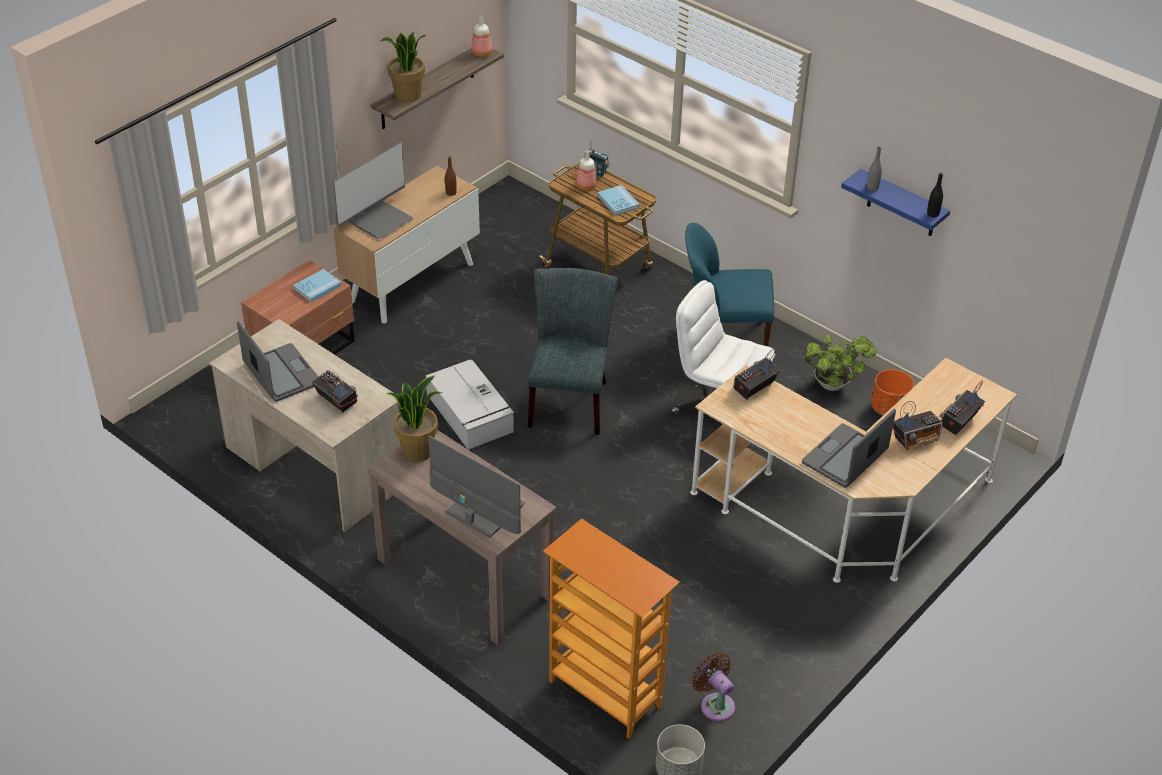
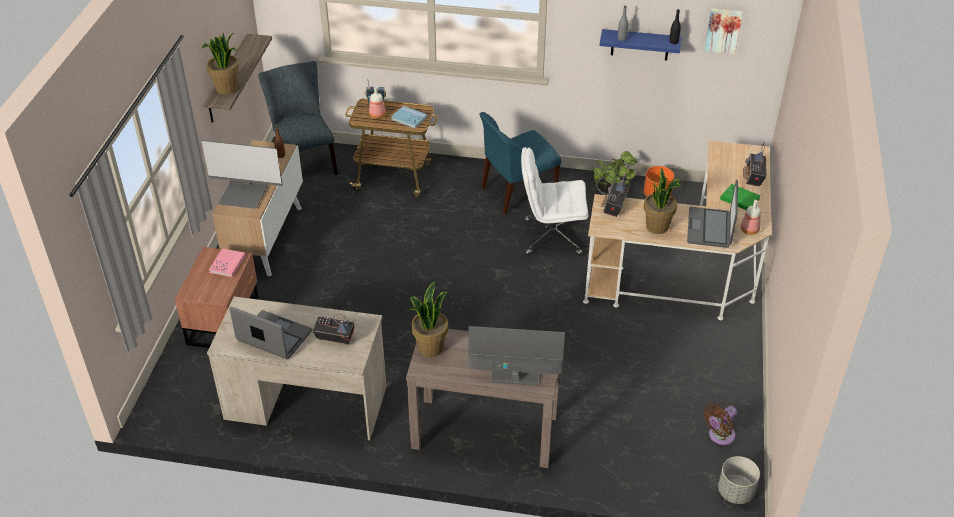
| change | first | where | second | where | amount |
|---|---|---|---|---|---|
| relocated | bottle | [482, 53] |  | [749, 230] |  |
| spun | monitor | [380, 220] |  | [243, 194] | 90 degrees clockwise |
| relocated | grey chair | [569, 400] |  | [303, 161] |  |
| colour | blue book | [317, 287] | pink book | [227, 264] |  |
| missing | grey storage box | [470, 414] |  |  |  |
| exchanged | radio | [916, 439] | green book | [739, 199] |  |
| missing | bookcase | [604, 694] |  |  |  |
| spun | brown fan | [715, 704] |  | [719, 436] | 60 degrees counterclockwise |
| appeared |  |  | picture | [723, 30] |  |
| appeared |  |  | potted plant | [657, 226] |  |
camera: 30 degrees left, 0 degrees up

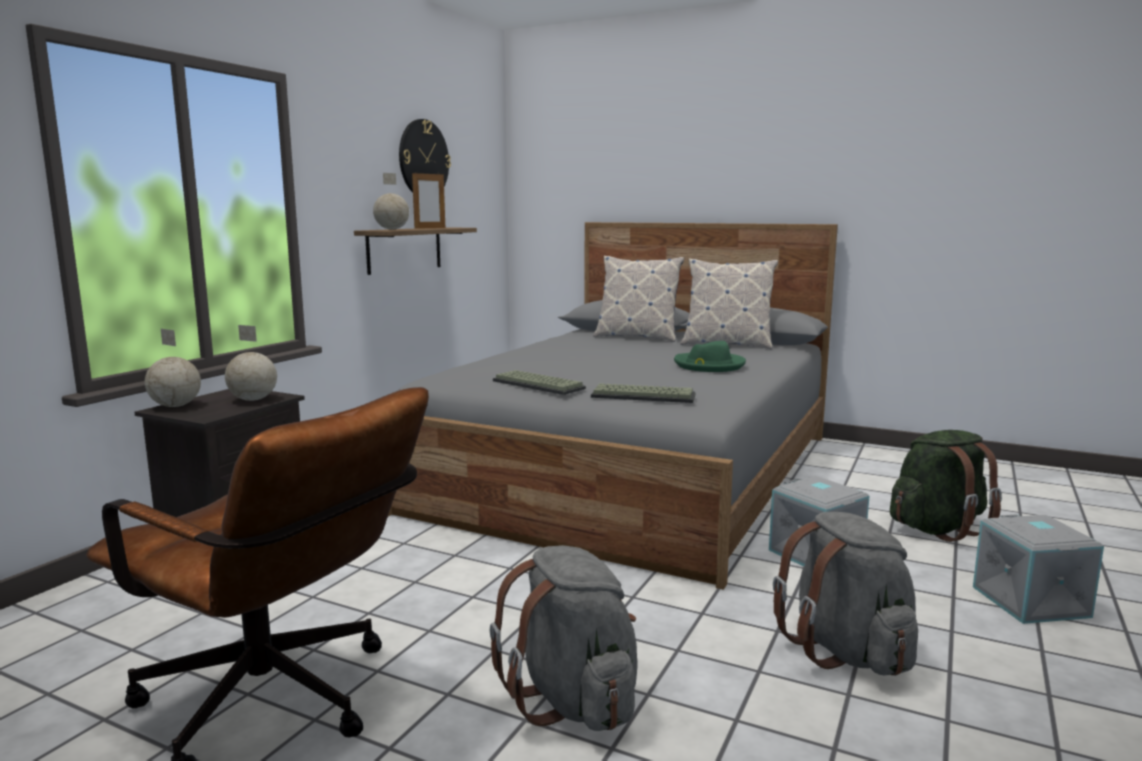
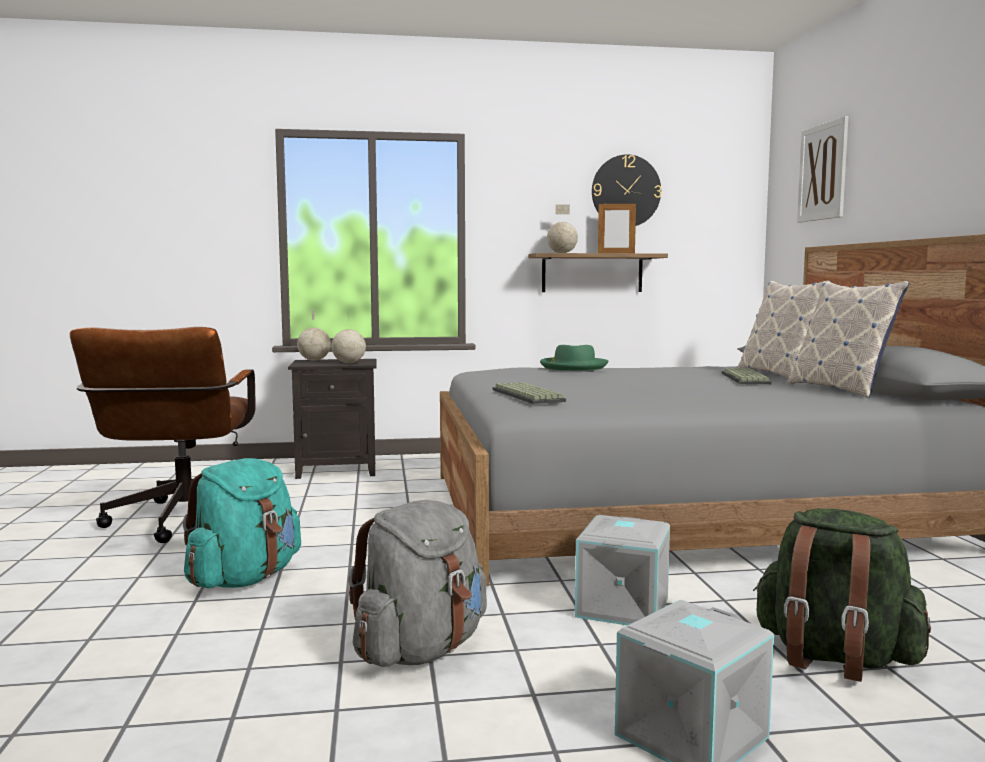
| change | first | where | second | where | amount |
|---|---|---|---|---|---|
| relocated | green hat | [709, 365] |  | [573, 367] |  |
| relocated | keyboard | [540, 384] |  | [746, 378] |  |
| colour | grey backpack | [573, 700] | turquoise backpack | [244, 579] |  |
| appeared |  |  | picture | [823, 172] |  |
camera: 55 degrees right, 5 degrees down

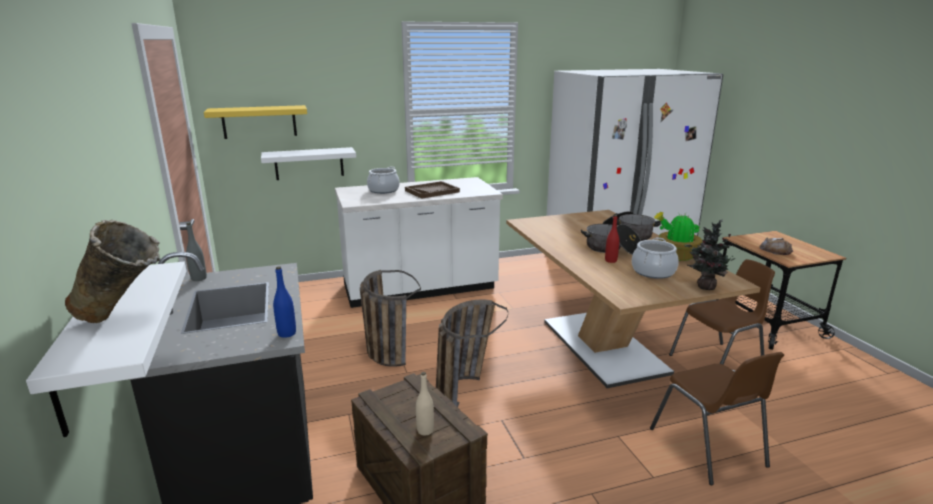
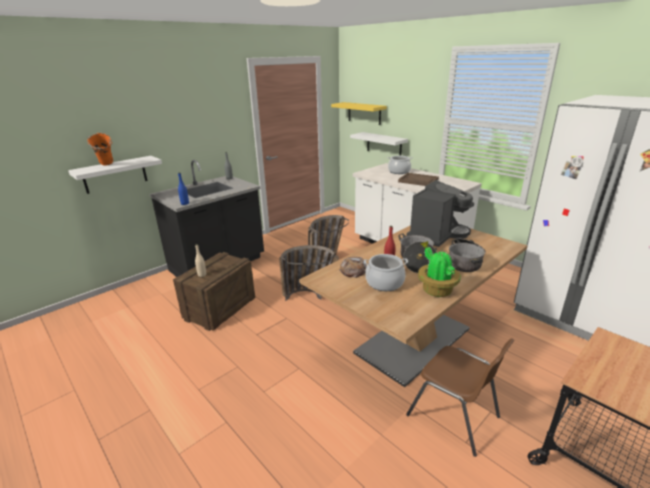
| change | first | where | second | where | amount |
|---|---|---|---|---|---|
| colour | beige vase | [125, 319] | orange vase | [107, 166] |  |
| missing | potted plant | [704, 287] |  |  |  |
| relocated | bread | [775, 250] |  | [353, 270] |  |
| missing | brown chair | [708, 448] |  |  |  |
| appeared |  |  | coffee machine | [437, 234] |  |
camera: 65 degrees right, 5 degrees up

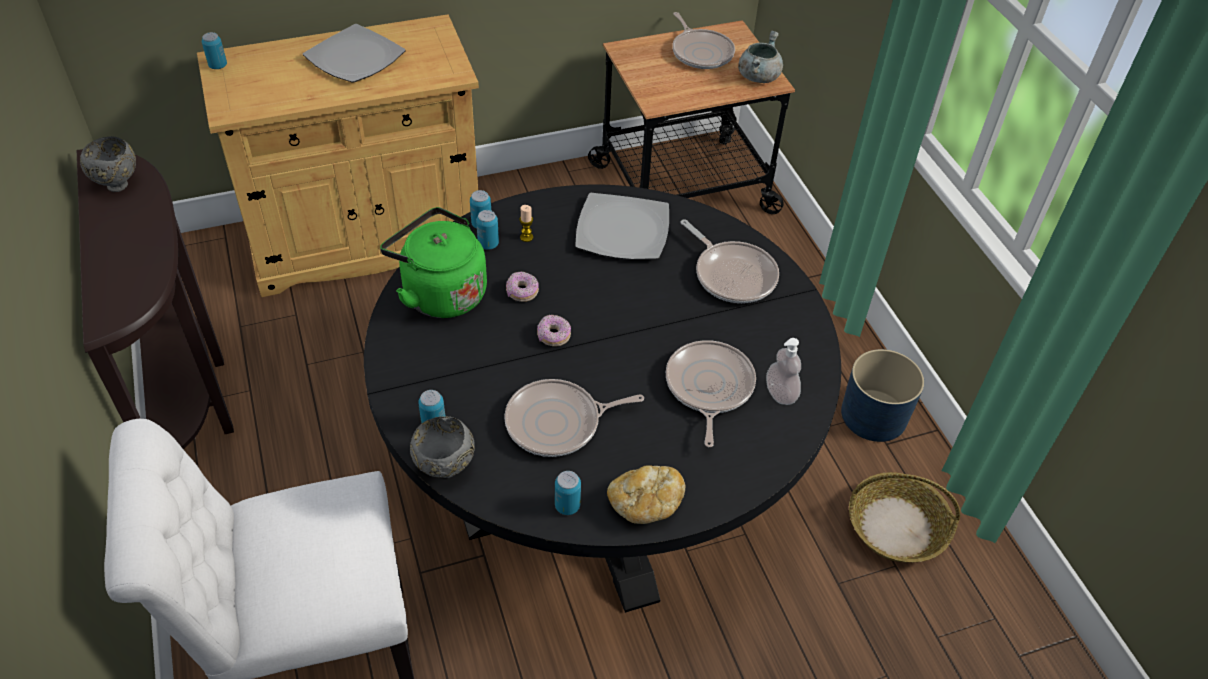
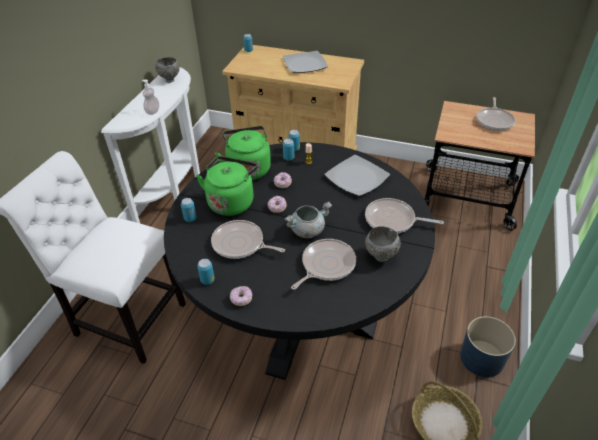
| change | first | where | second | where | amount |
|---|---|---|---|---|---|
| relocated | grey cooking pot | [758, 76] |  | [307, 230] |  |
| colour | brown console table | [191, 401] | white console table | [176, 191] |  |
| spun | frying pan | [732, 274] |  | [393, 220] | 105 degrees clockwise |
| relocated | soap dispenser | [780, 393] |  | [153, 111] |  |
| relocated | grey bowl | [444, 469] |  | [380, 257] |  |
| exchanged | bread | [645, 504] | donut | [241, 299] |  |
| appeared |  |  | green kettle | [231, 201] |  |
camera: 40 degrees right, 5 degrees down

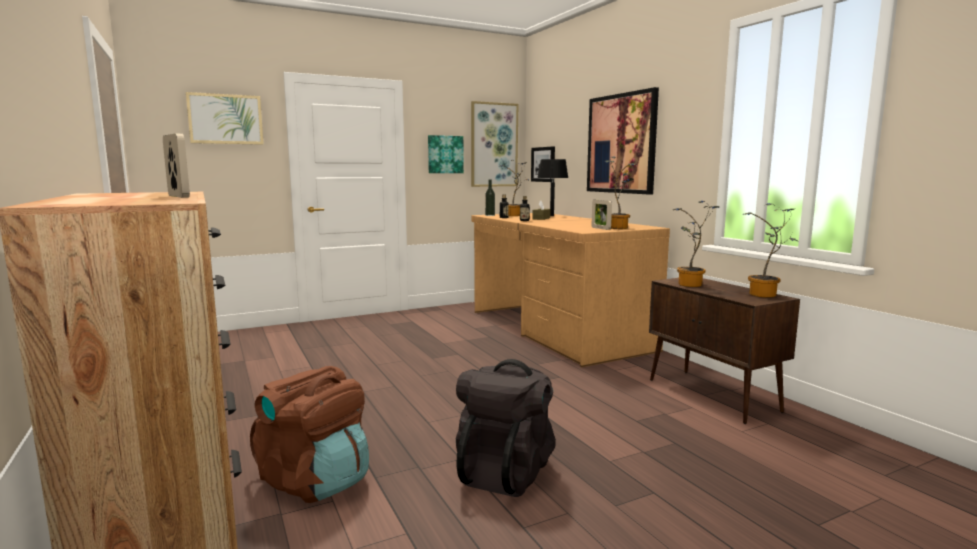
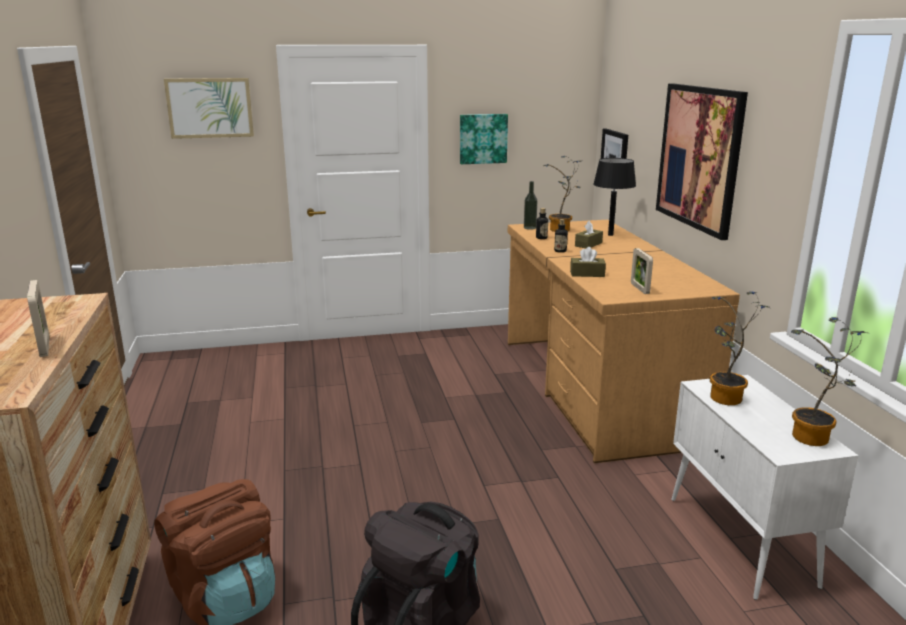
| change | first | where | second | where | amount |
|---|---|---|---|---|---|
| missing | picture | [493, 145] |  |  |  |
| missing | potted plant | [619, 227] |  |  |  |
| colour | brown cabinet | [713, 396] | white cabinet | [741, 541] |  |
| appeared |  |  | brown tissue box | [587, 274] |  |
camera: 15 degrees right, 10 degrees up

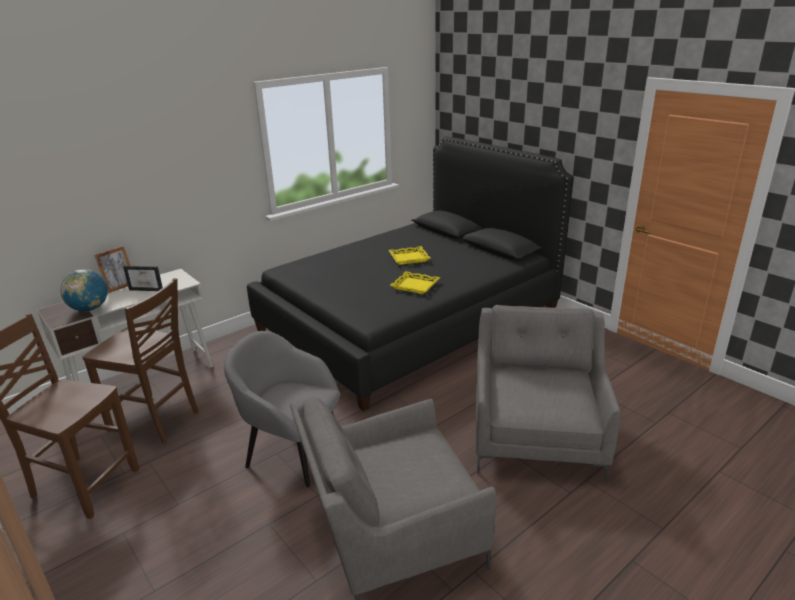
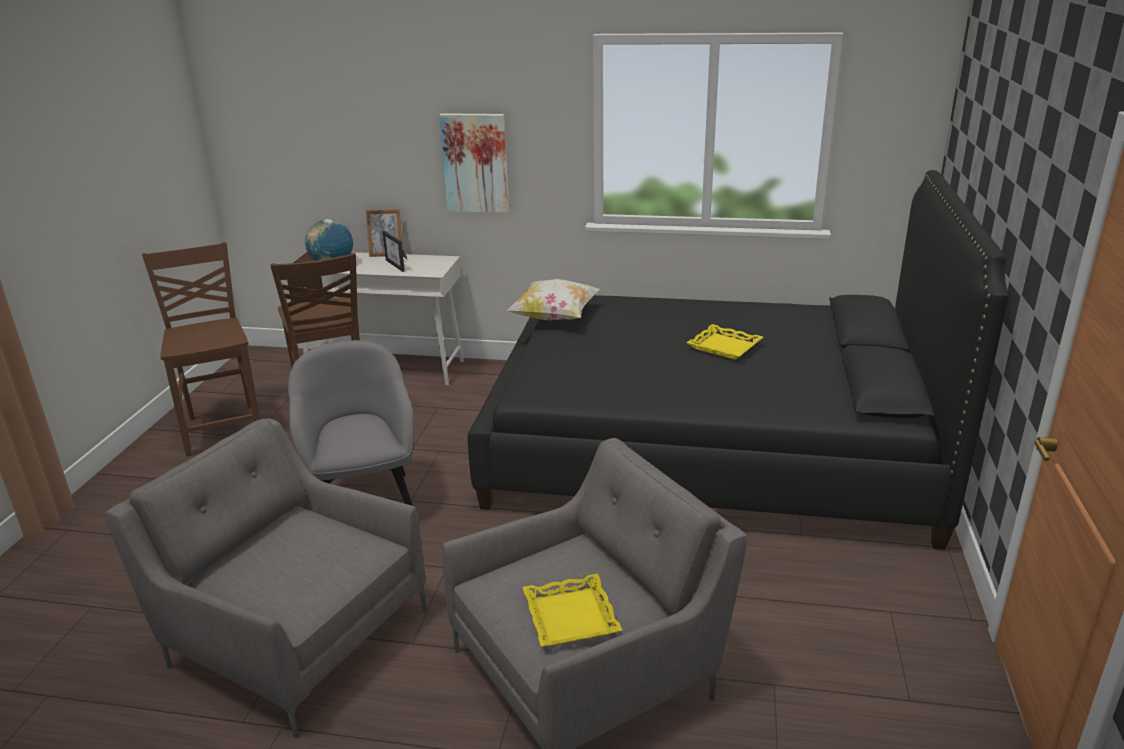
| change | first | where | second | where | amount |
|---|---|---|---|---|---|
| relocated | yellow tray | [415, 285] |  | [571, 617] |  |
| appeared |  |  | picture | [475, 163] |  |
| appeared |  |  | pillow | [555, 317] |  |
camera: 50 degrees right, 0 degrees up

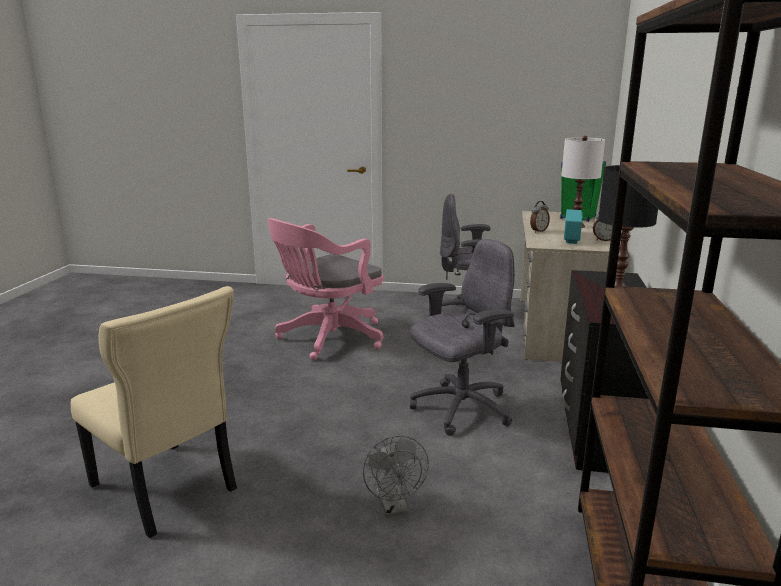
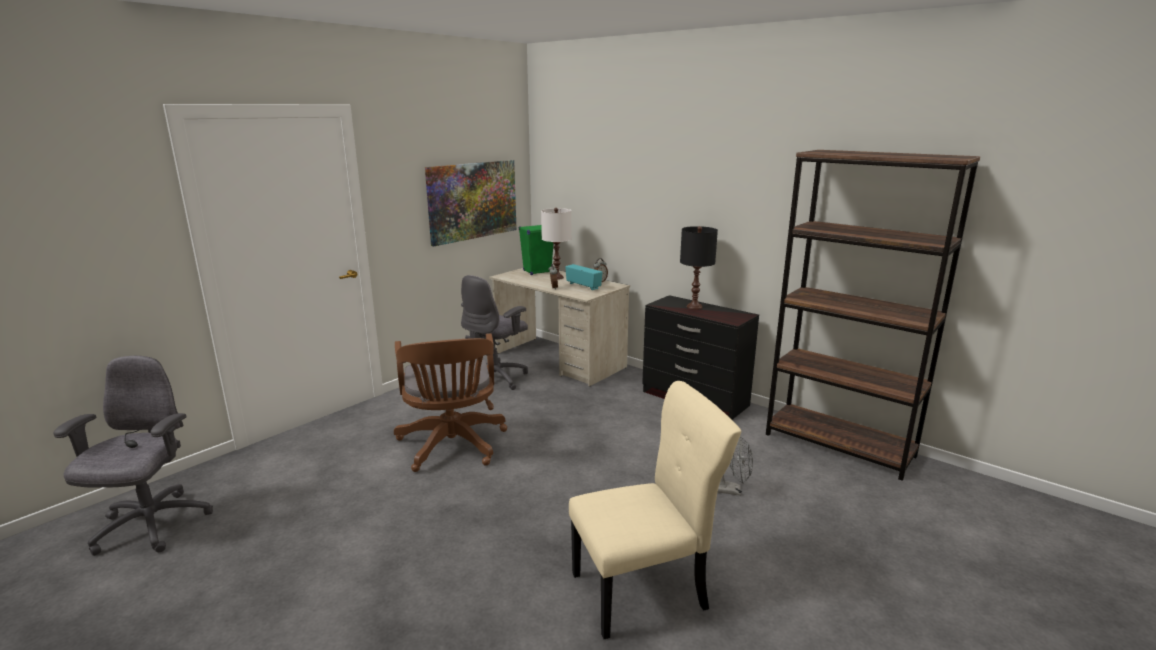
| change | first | where | second | where | amount |
|---|---|---|---|---|---|
| colour | pink office chair | [328, 339] | brown office chair | [452, 447] |  |
| relocated | grey office chair | [460, 409] |  | [151, 526] |  |
| appeared |  |  | picture | [472, 201] |  |
camera: 60 degrees left, 0 degrees up

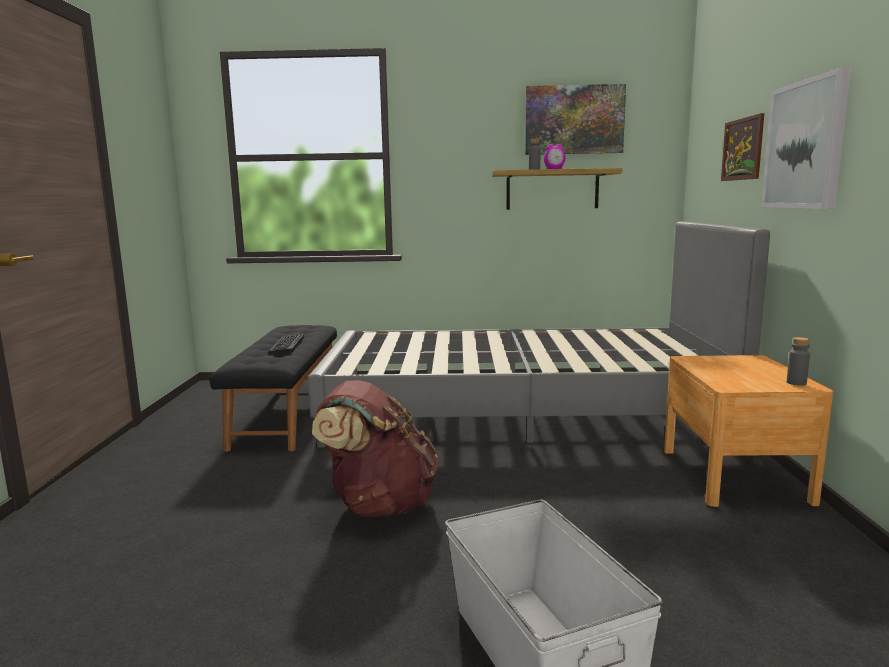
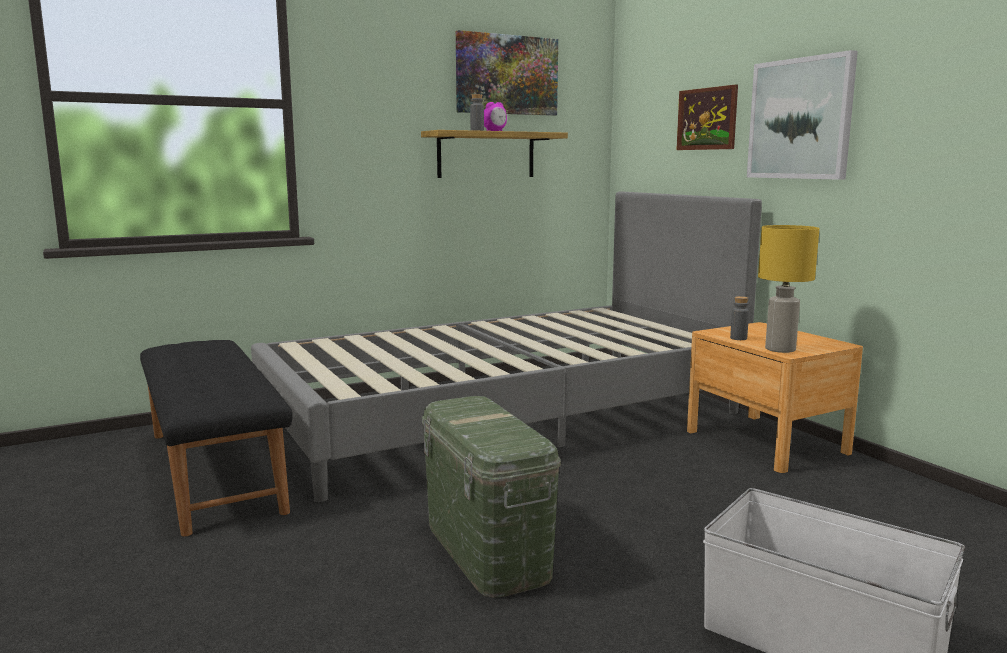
| change | first | where | second | where | amount |
|---|---|---|---|---|---|
| missing | keyboard | [286, 345] |  |  |  |
| relocated | grey bottle | [796, 383] |  | [738, 338] |  |
| exchanged | brown backpack | [378, 505] | green storage box | [485, 549] |  |
| appeared |  |  | yellow table lamp | [780, 350] |  |
camera: 30 degrees left, 0 degrees up

